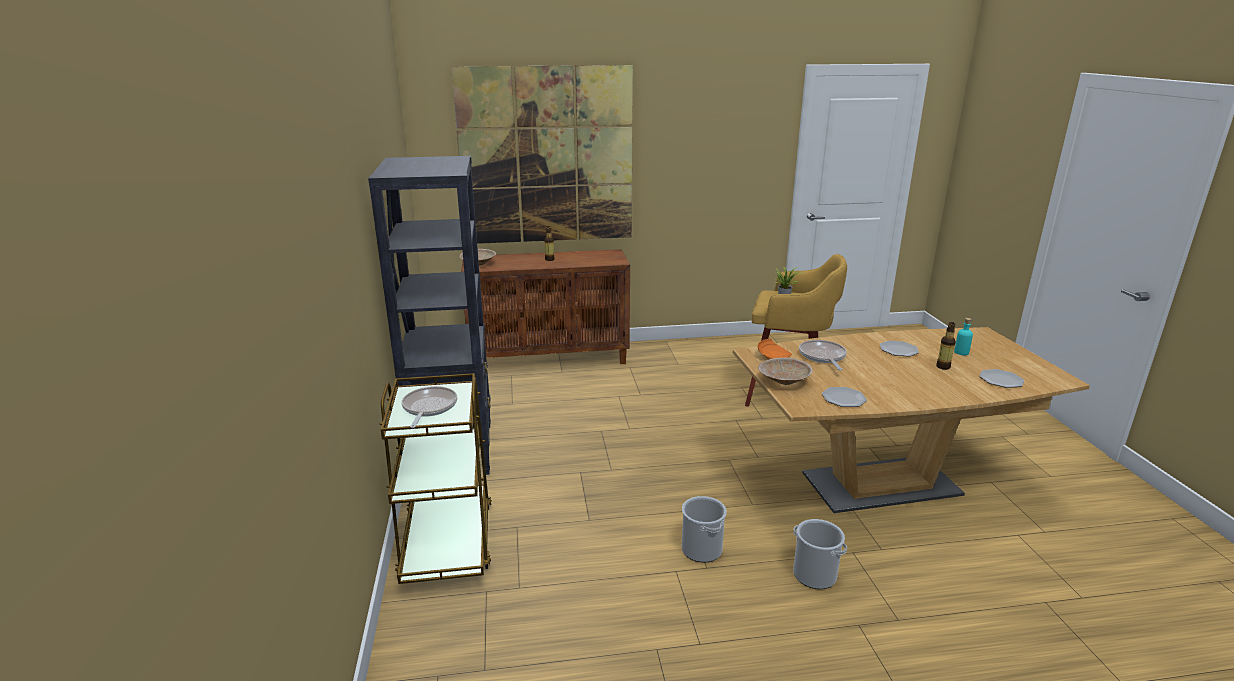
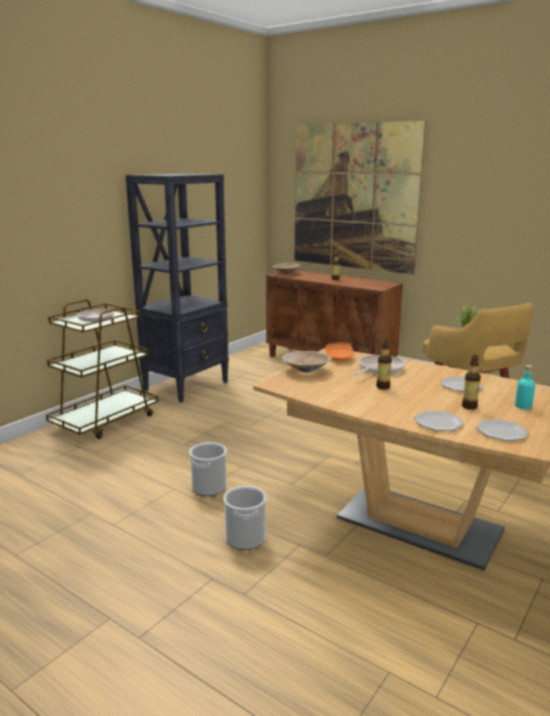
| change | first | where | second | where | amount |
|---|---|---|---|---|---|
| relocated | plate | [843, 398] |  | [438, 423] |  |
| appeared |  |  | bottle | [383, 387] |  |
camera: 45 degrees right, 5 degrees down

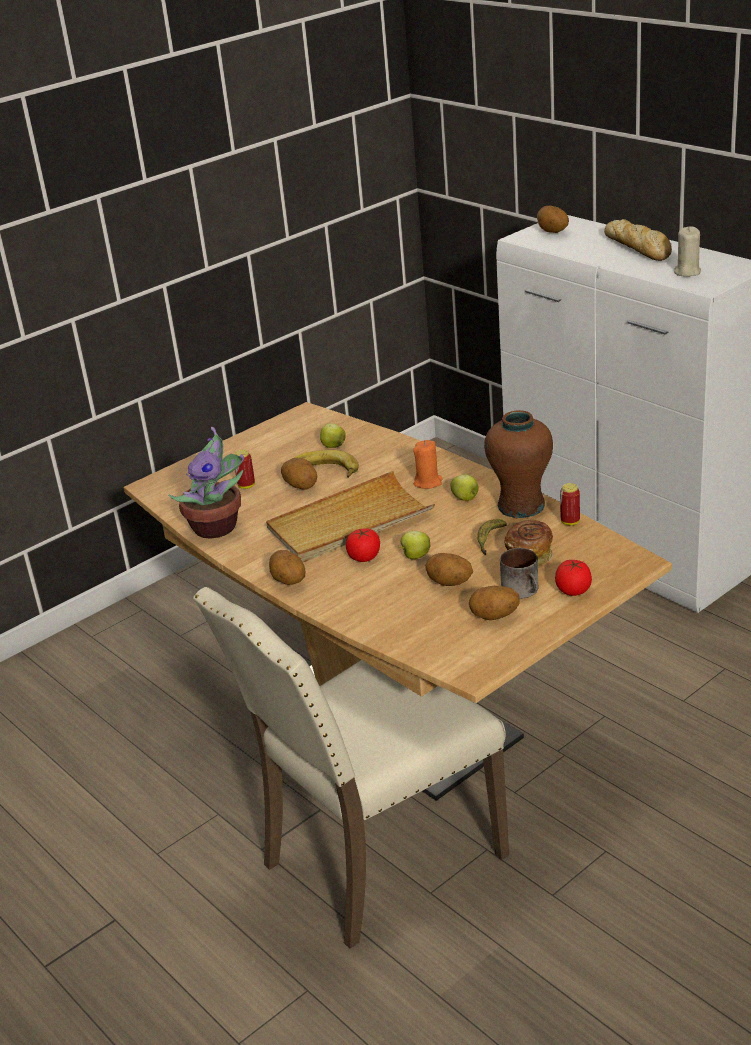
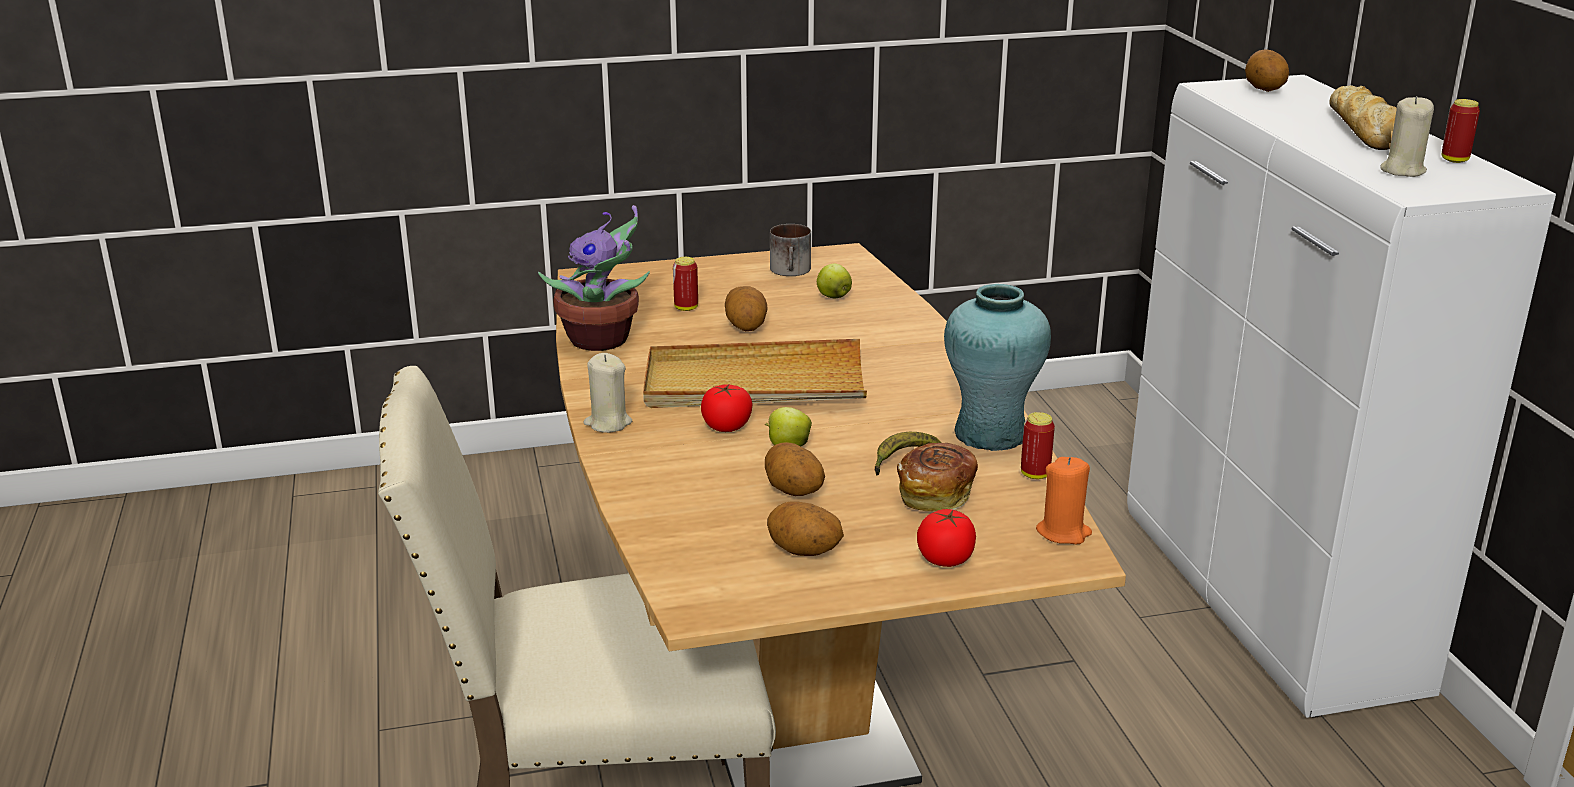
| change | first | where | second | where | amount |
|---|---|---|---|---|---|
| colour | brown vase | [520, 506] | turquoise vase | [990, 433] |  |
| relocated | orange candle | [428, 482] |  | [1063, 532] |  |
| missing | banana | [325, 471] |  |  |  |
| missing | apple | [466, 499] |  |  |  |
| relocated | mug | [524, 590] |  | [792, 271] |  |
| exchanged | potato | [288, 582] | beige candle | [608, 423] |  |
| appeared |  |  | can | [1454, 160] |  |
camera: 25 degrees right, 5 degrees down

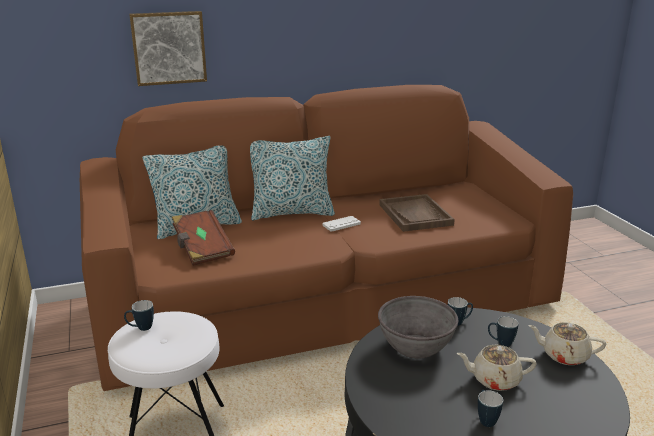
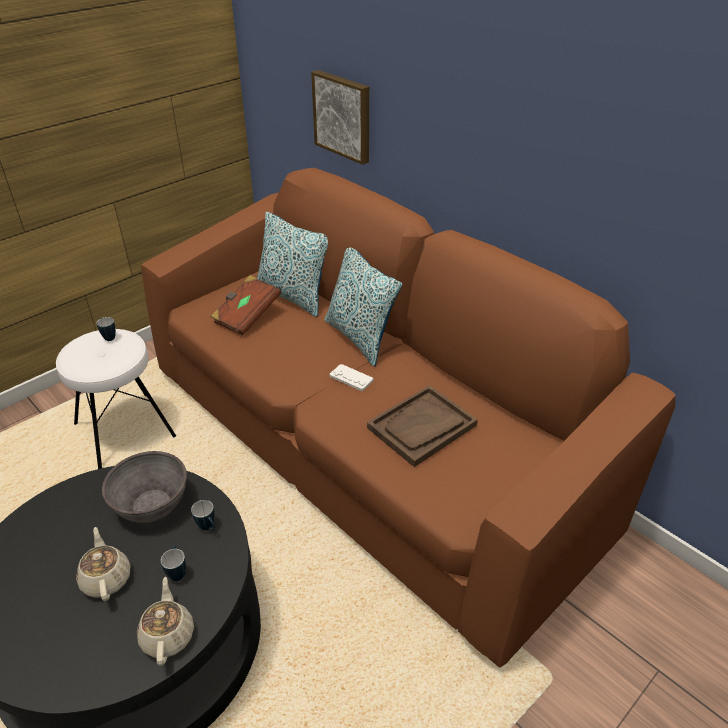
| change | first | where | second | where | amount |
|---|---|---|---|---|---|
| missing | mug | [485, 419] |  |  |  |
camera: 65 degrees right, 15 degrees up

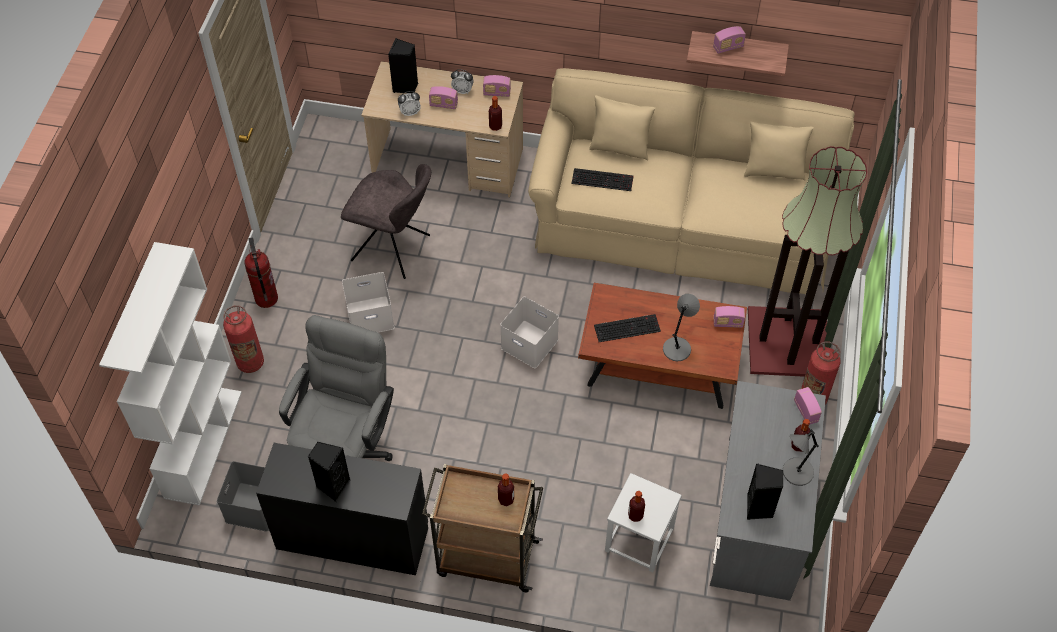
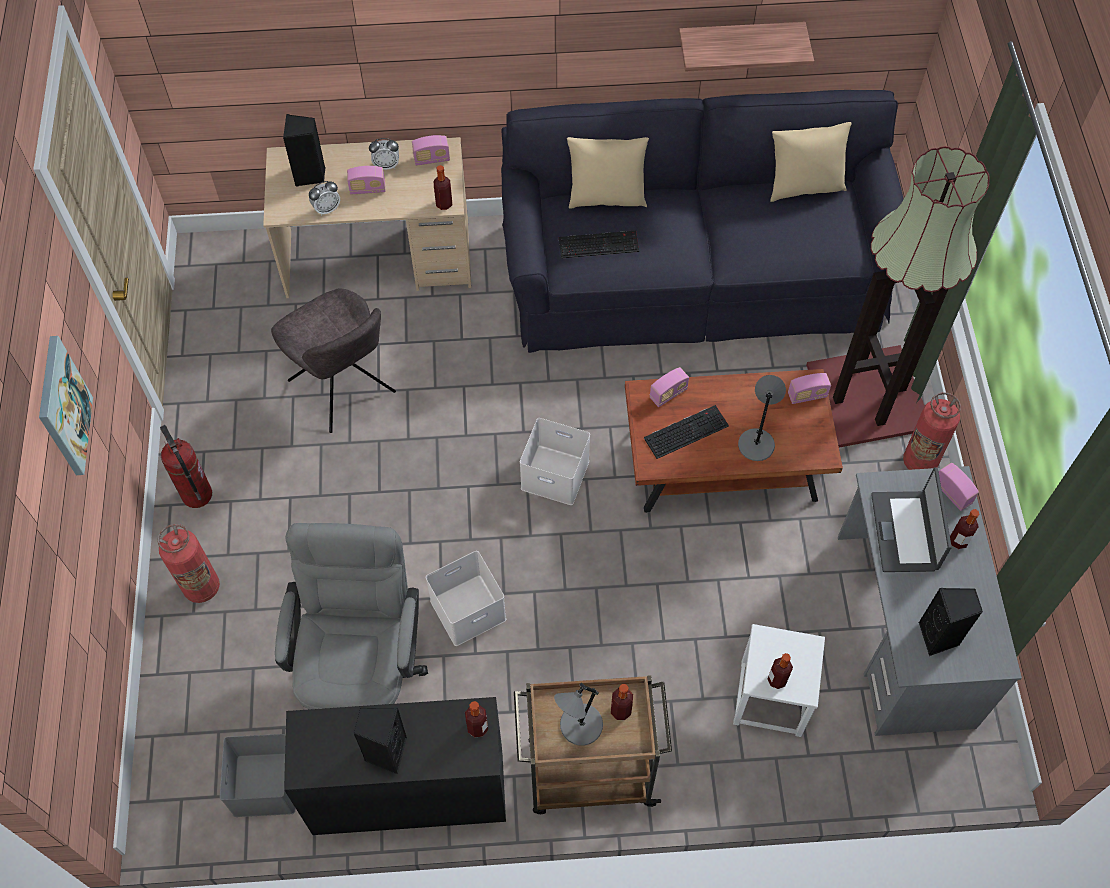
| change | first | where | second | where | amount |
|---|---|---|---|---|---|
| relocated | radio | [728, 47] |  | [668, 394] |  |
| colour | beige sofa | [682, 224] | black sofa | [694, 275] |  |
| spun | grey chair | [393, 249] |  | [344, 389] | 45 degrees clockwise |
| missing | white bookcase | [203, 443] |  |  |  |
| relocated | white storage box | [371, 315] |  | [468, 608] |  |
| relocated | grey table lamp | [796, 473] |  | [579, 727] |  |
| appeared |  |  | picture | [63, 407] |  |
| appeared |  |  | laptop | [905, 532] |  |
| appeared |  |  | bottle | [477, 727] |  |
camera: 15 degrees left, 5 degrees up

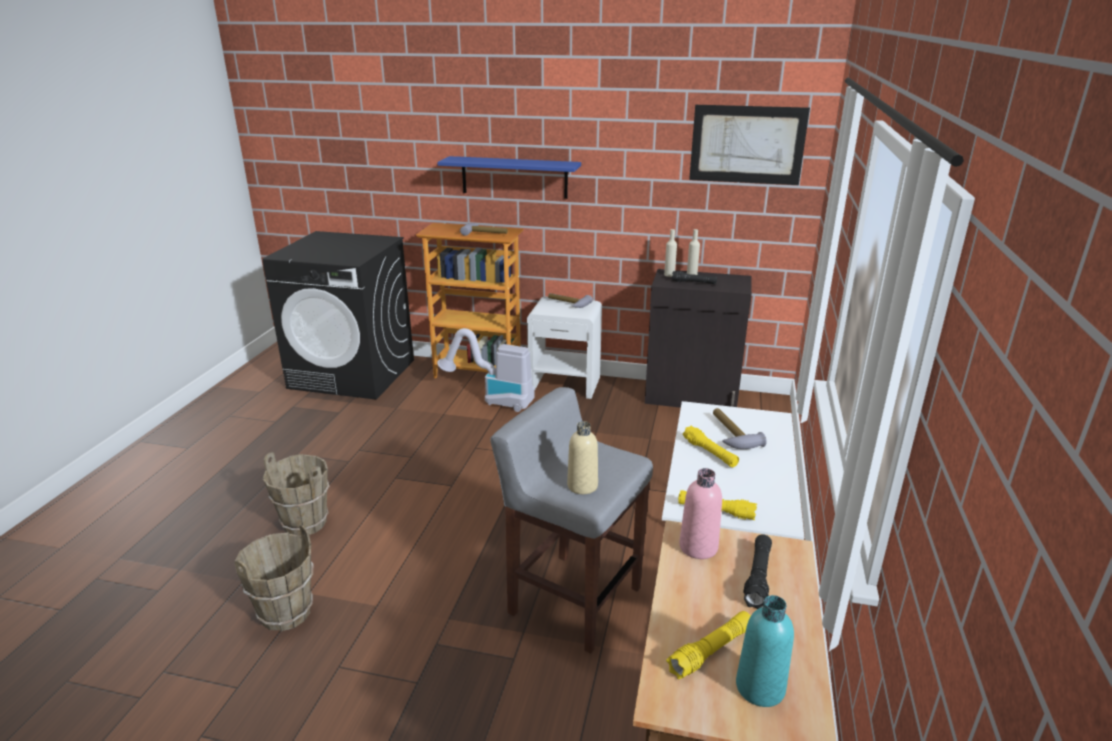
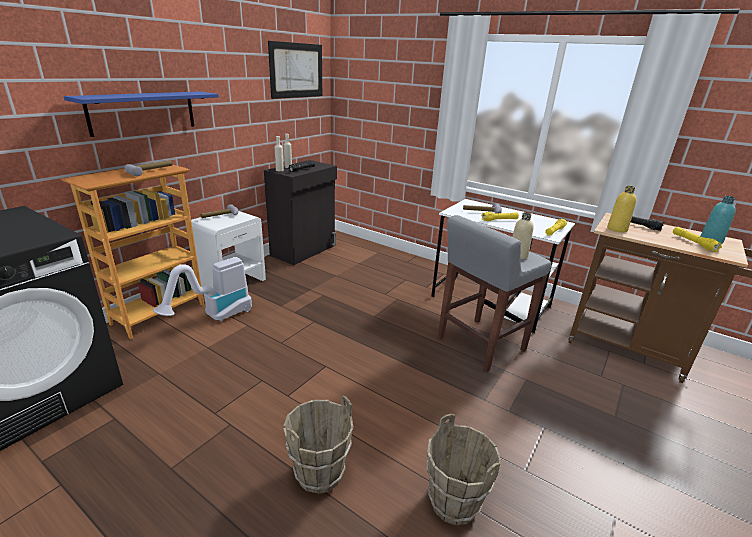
| change | first | where | second | where | amount |
|---|---|---|---|---|---|
| colour | pink bottle | [698, 547] | yellow bottle | [617, 229] |  |
camera: 70 degrees left, 0 degrees up

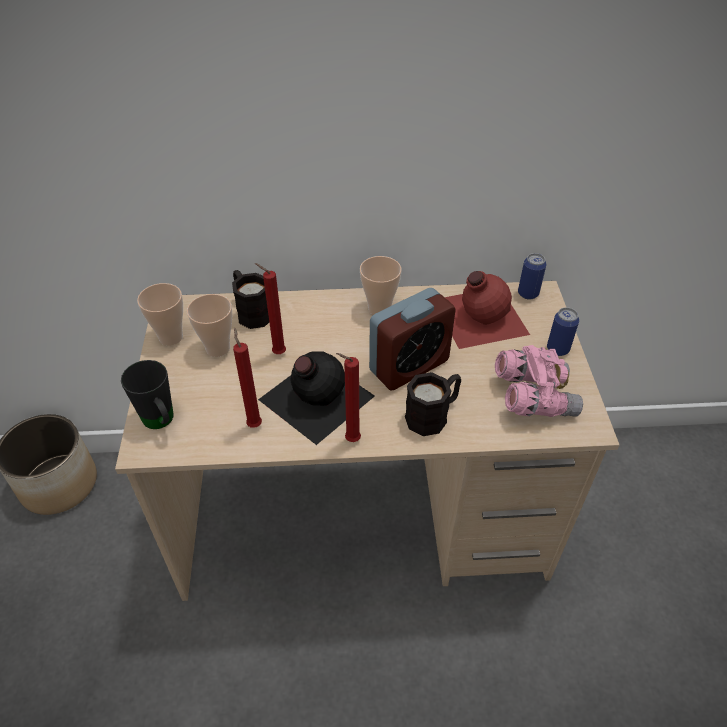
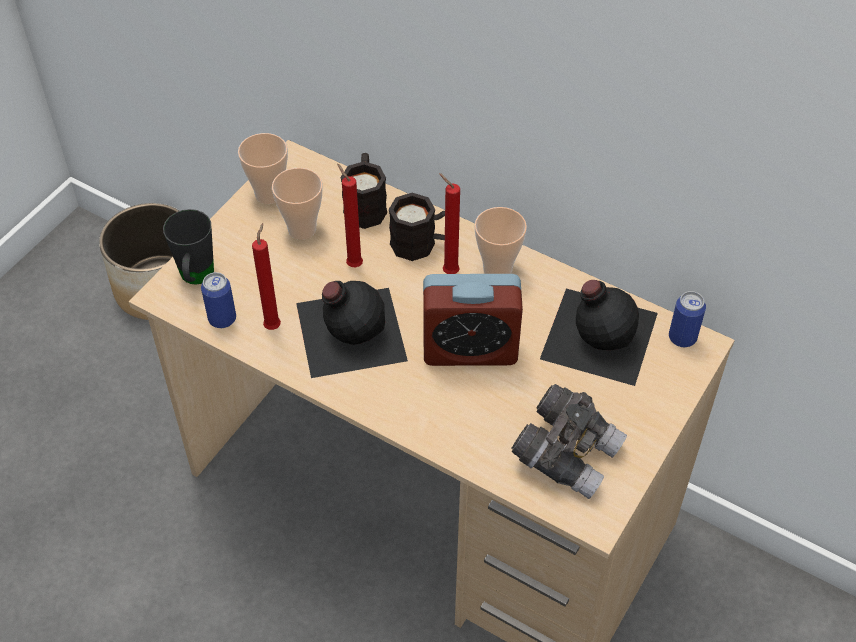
| change | first | where | second | where | amount |
|---|---|---|---|---|---|
| colour | red bottle | [478, 316] | black bottle | [598, 333] |  |
| relocated | can | [557, 349] |  | [222, 319] |  |
| colour | pink binoculars | [533, 397] | grey binoculars | [567, 453] |  |
| relocated | red candle | [350, 440] |  | [448, 271] |  |
| relocated | black mug | [433, 415] |  | [422, 243] |  |
camera: 35 degrees right, 5 degrees up

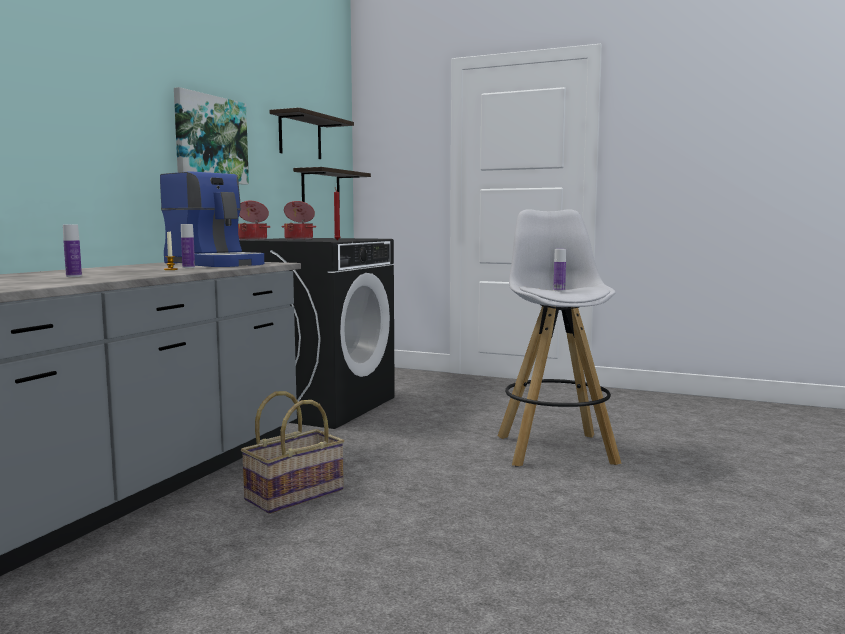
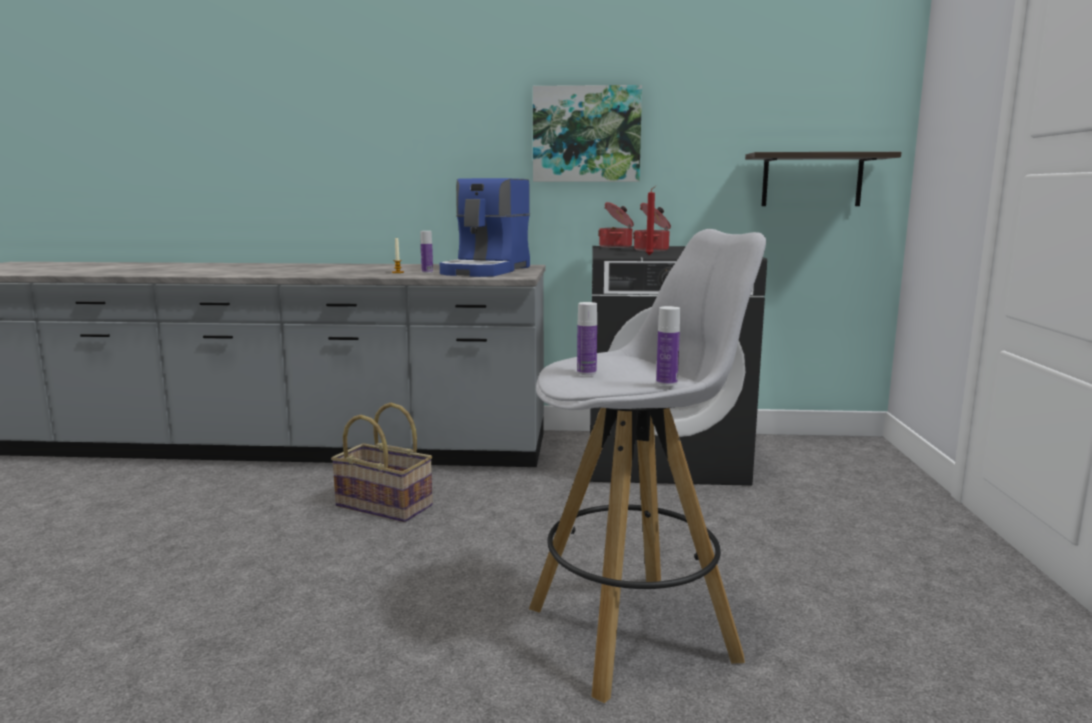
| change | first | where | second | where | amount |
|---|---|---|---|---|---|
| missing | shelf | [300, 136] |  |  |  |
| relocated | bottle | [73, 276] |  | [666, 383] |  |
camera: 70 degrees right, 5 degrees up

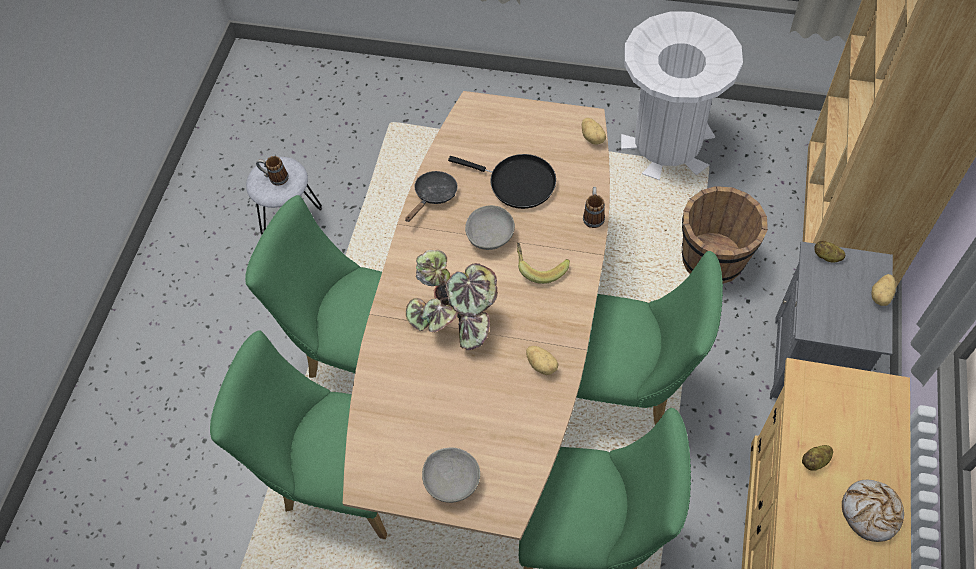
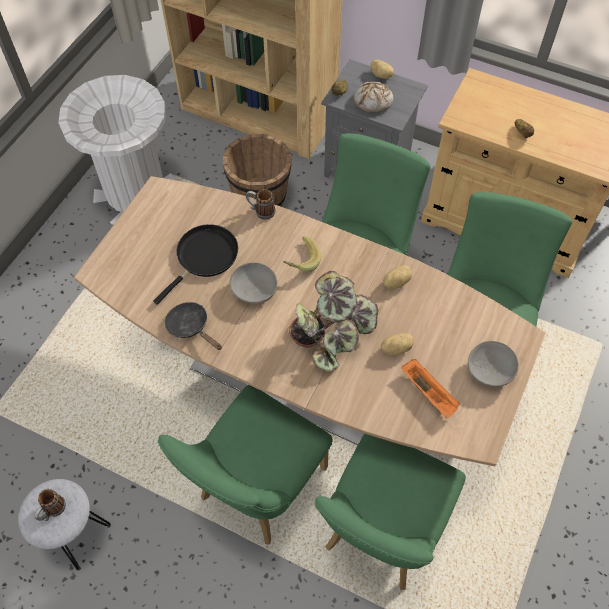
| change | first | where | second | where | amount |
|---|---|---|---|---|---|
| relocated | potato | [593, 137] |  | [396, 348] |  |
| relocated | bread | [870, 513] |  | [373, 101] |  |
| appeared |  |  | orange tray | [429, 393] |  |
camera: 80 degrees left, 0 degrees up

